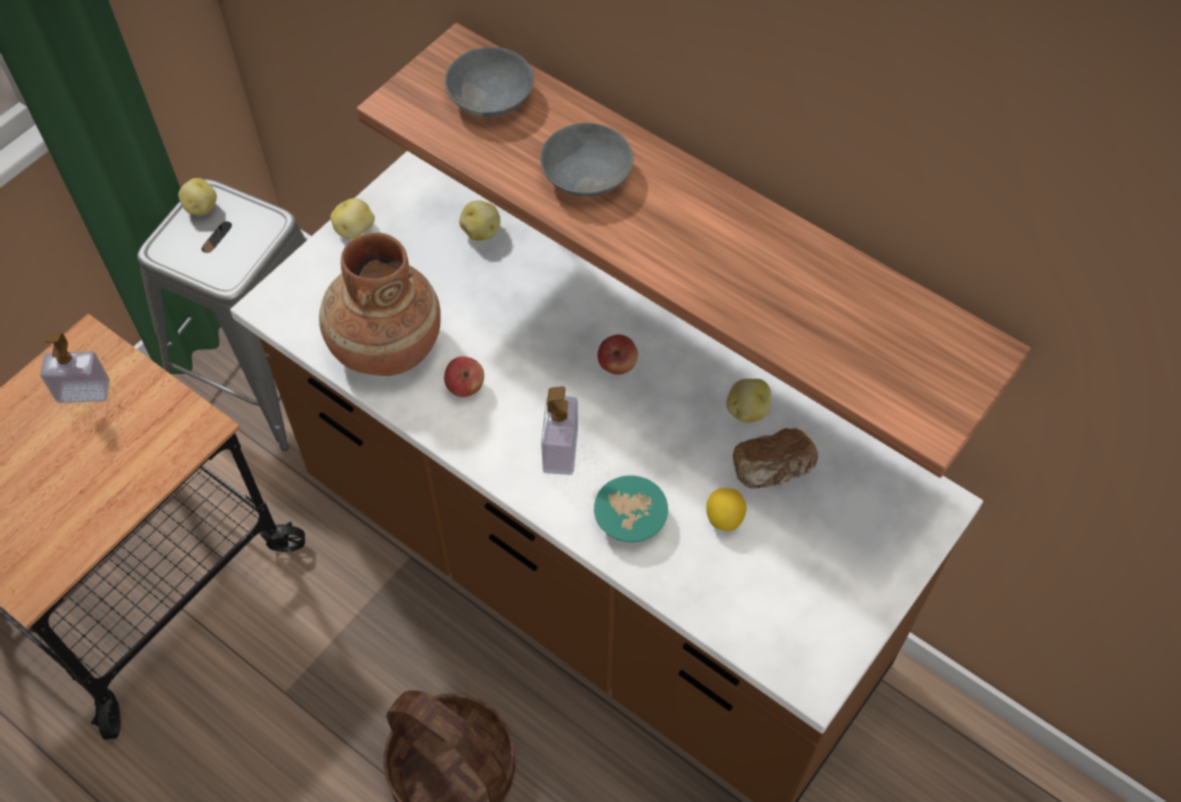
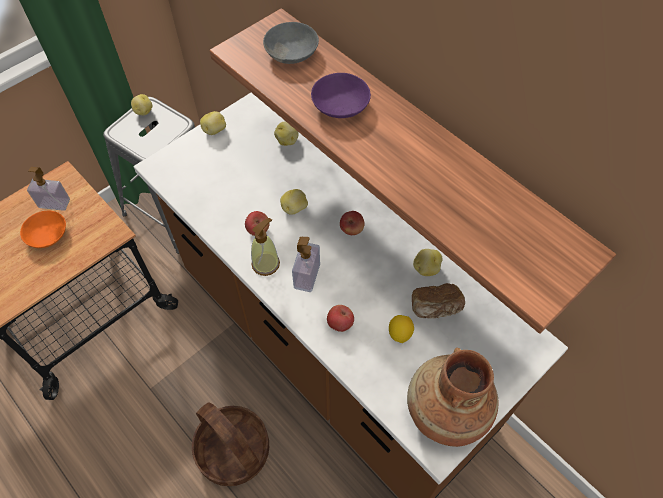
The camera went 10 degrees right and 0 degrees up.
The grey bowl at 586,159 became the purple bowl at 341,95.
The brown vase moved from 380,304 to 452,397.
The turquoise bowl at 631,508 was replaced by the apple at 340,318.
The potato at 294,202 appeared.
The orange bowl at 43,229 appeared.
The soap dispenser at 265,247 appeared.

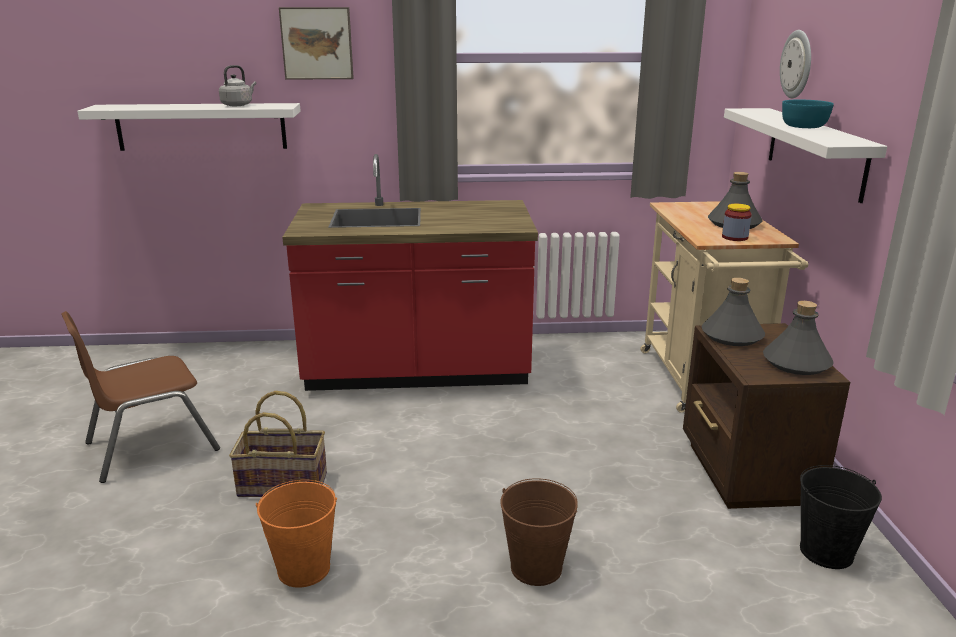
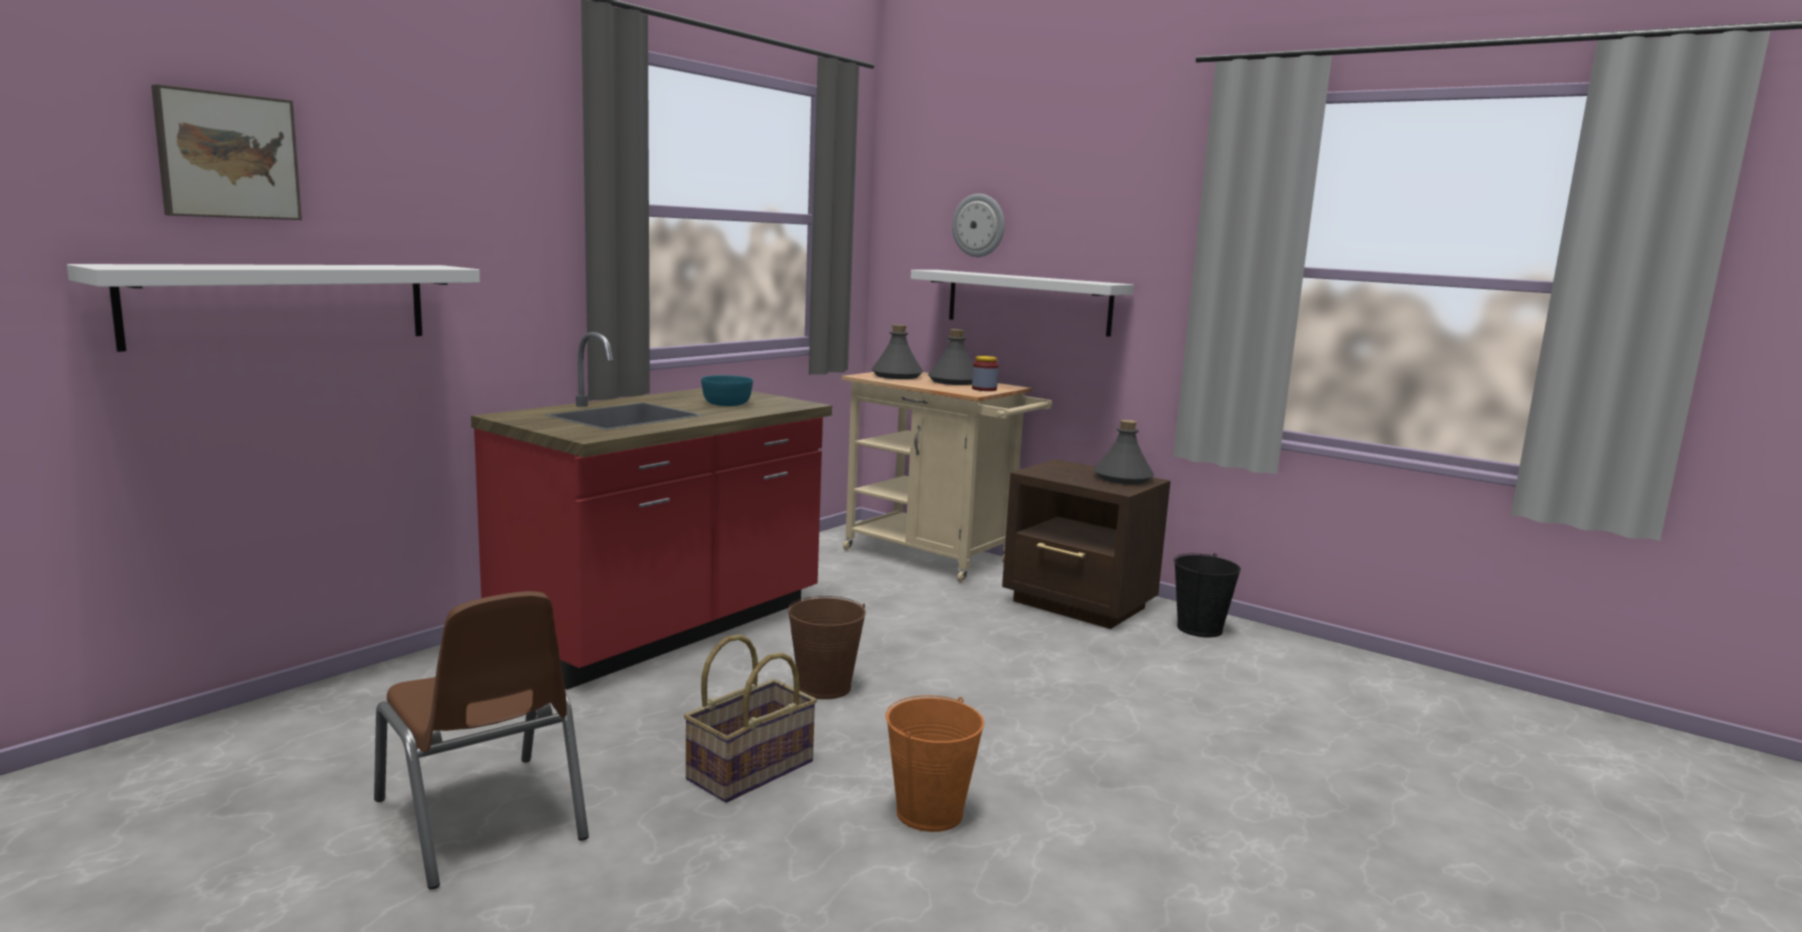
The camera went 50 degrees left and 10 degrees down.
The picture moved from 316,43 to 226,152.
The grey kettle at 237,85 disappeared.
The turquoise bowl moved from 808,114 to 727,390.
The grey bottle moved from 733,312 to 897,351.
The brown chair at 140,397 turned 45 degrees counterclockwise.
The brown bucket moved from 539,532 to 827,647.

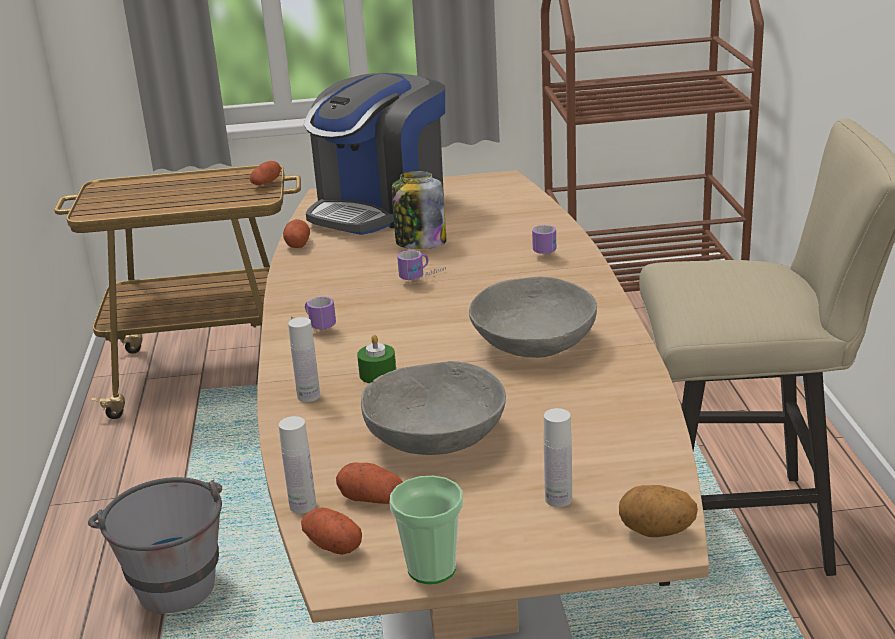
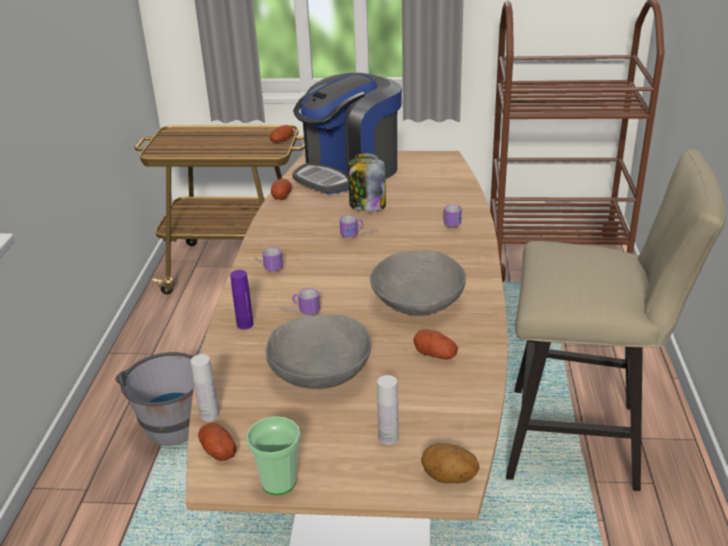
The camera went 10 degrees right and 5 degrees up.
The white bottle at 304,359 became the purple bottle at 241,299.
The green candle at 376,358 was replaced by the mug at 298,301.
The potato moved from 369,483 to 436,344.

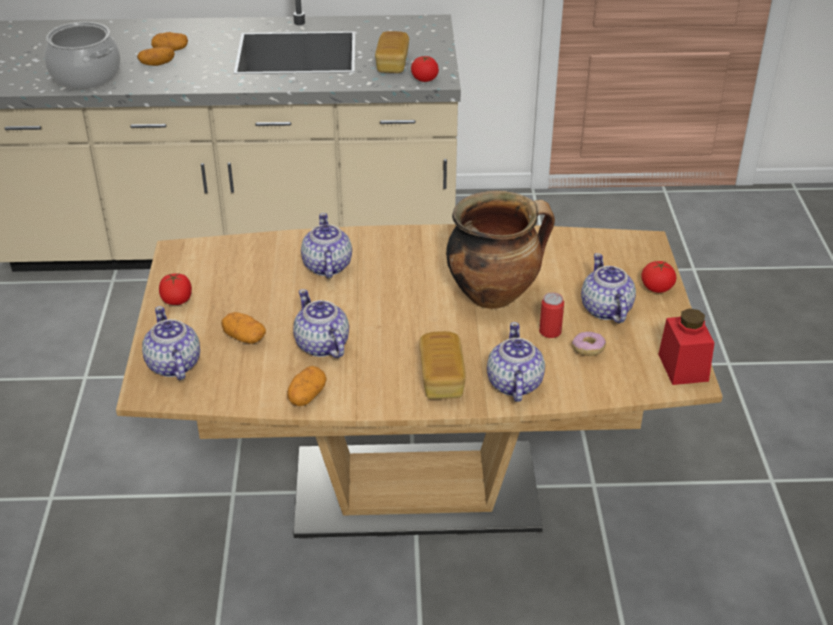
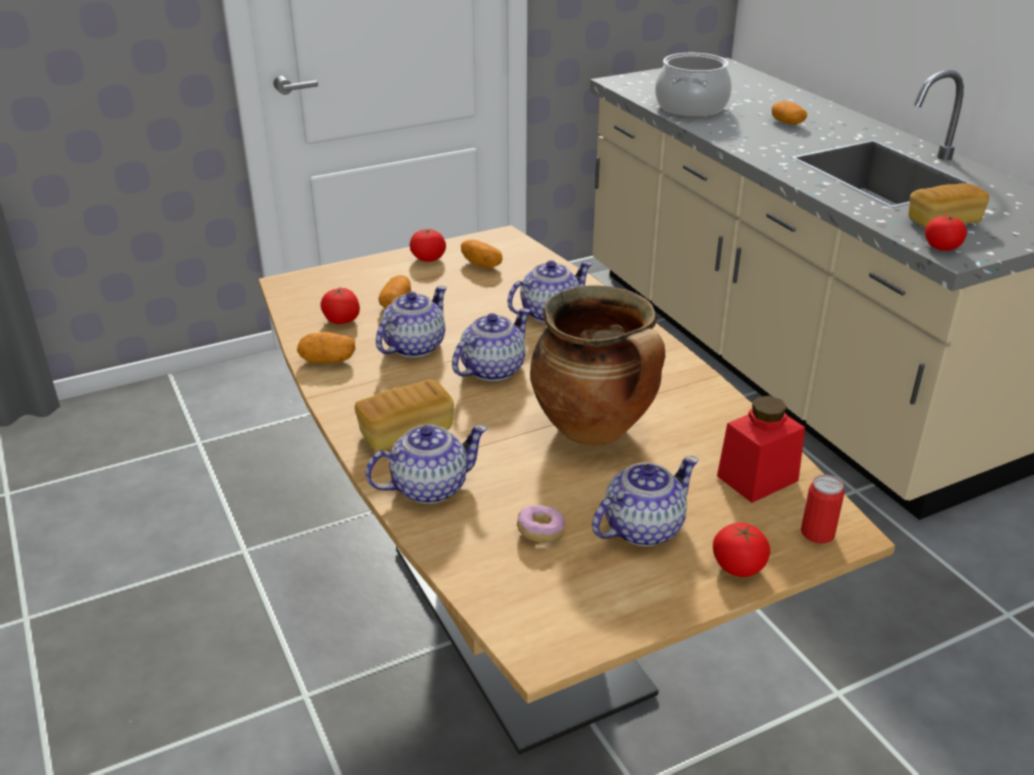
The camera went 65 degrees right and 5 degrees down.
The potato moved from 156,56 to 482,254.
The can moved from 551,315 to 822,509.
The teapot moved from 171,343 to 491,344.
The red jar moved from 686,346 to 761,449.
The tomato at 340,306 appeared.

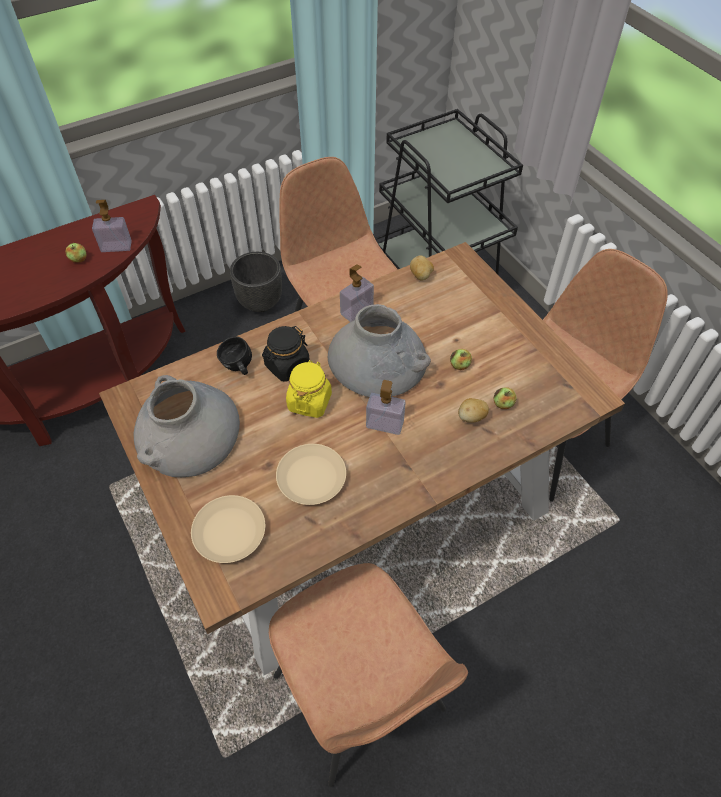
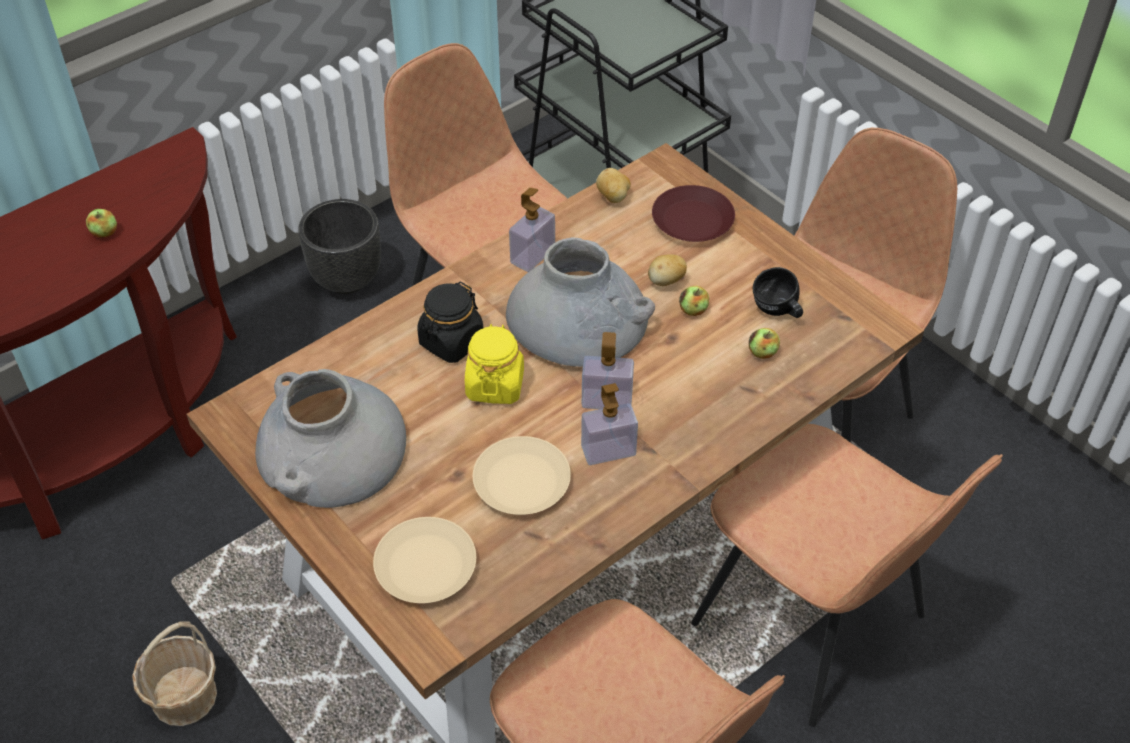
The camera went 10 degrees left and 5 degrees down.
The soap dispenser moved from 112,226 to 609,424.
The black mug moved from 234,355 to 777,292.
The potato moved from 473,410 to 667,270.
The brown plate at 693,213 appeared.
The brown chair at 847,575 appeared.
The basket at 174,674 appeared.

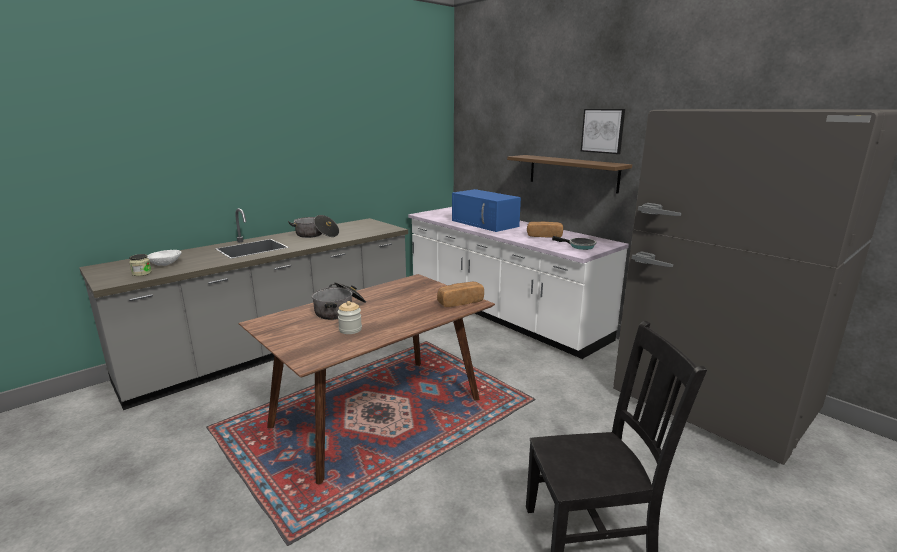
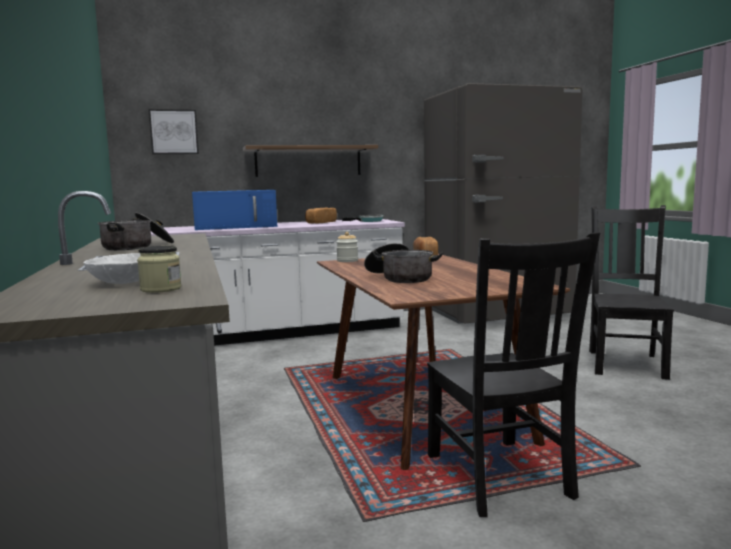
The camera went 65 degrees left and 10 degrees down.
The picture moved from 603,131 to 174,131.
The jar moved from 349,317 to 347,247.
The black chair at 513,374 appeared.

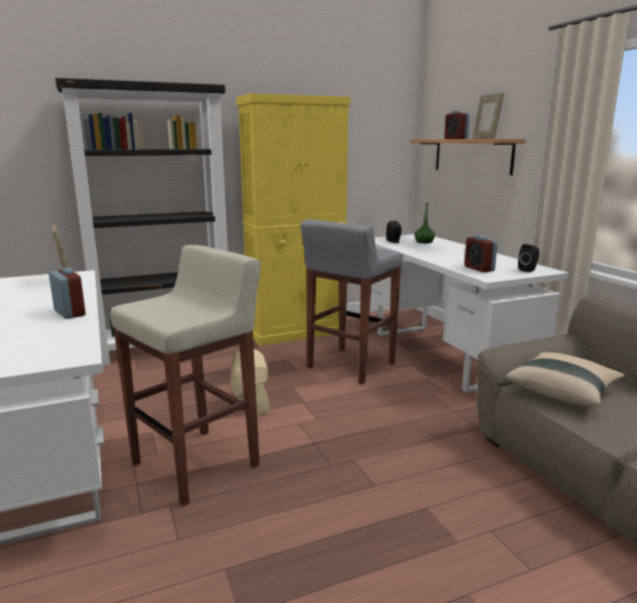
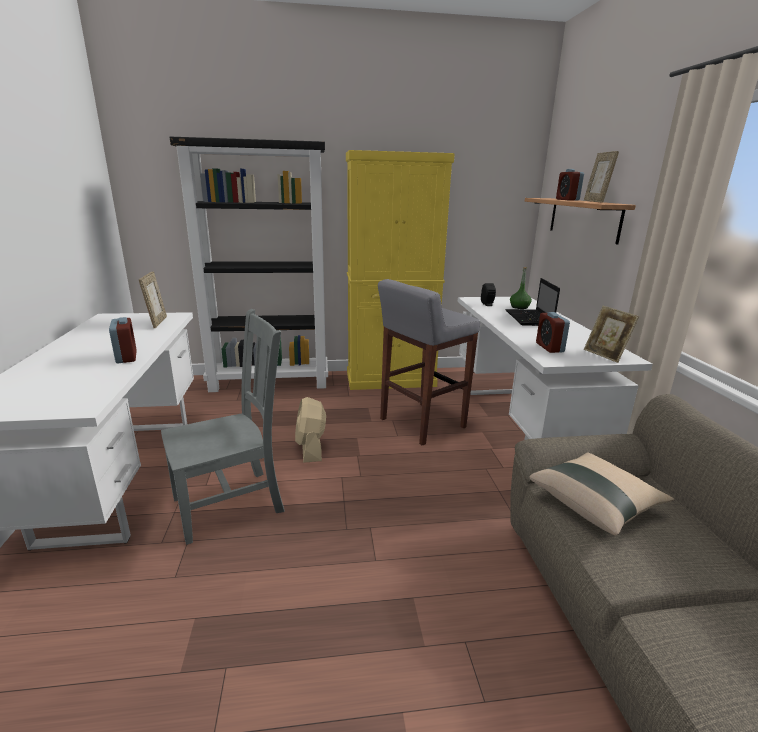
The camera went 15 degrees right and 5 degrees up.
The black speaker at 528,258 was replaced by the picture frame at 611,334.
The beige stool at 185,375 was replaced by the grey chair at 223,427.
The laptop at 533,302 appeared.

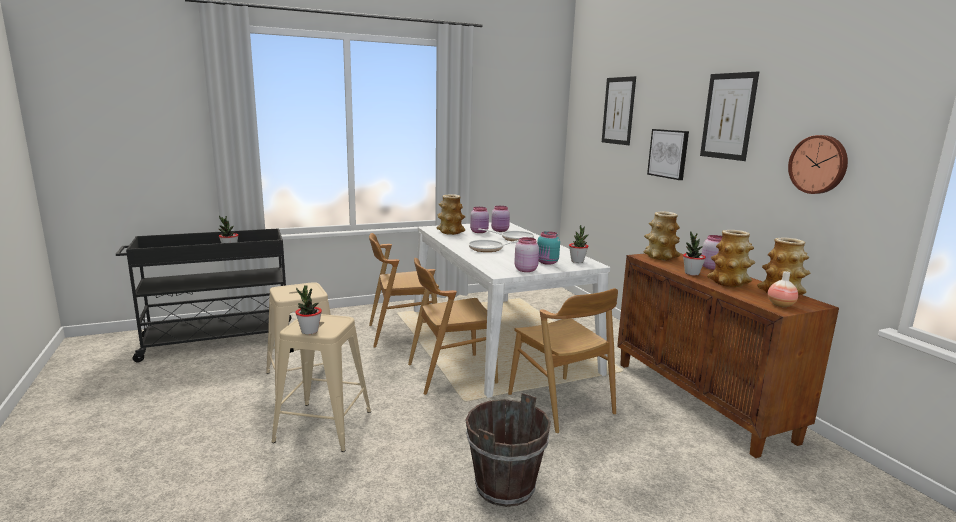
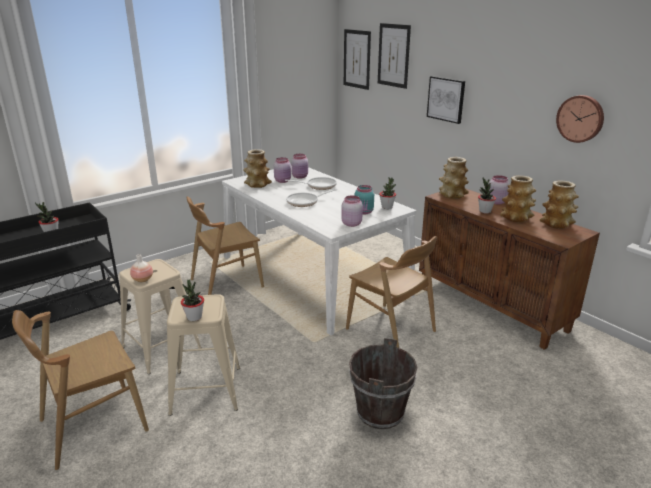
The camera went 15 degrees left and 10 degrees up.
The picture moved from 729,116 to 357,59.
The brown chair moved from 453,326 to 80,390.
The vase moved from 783,289 to 141,268.

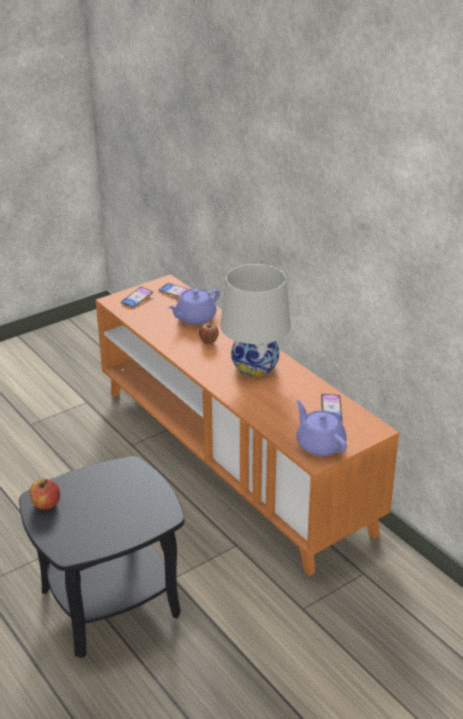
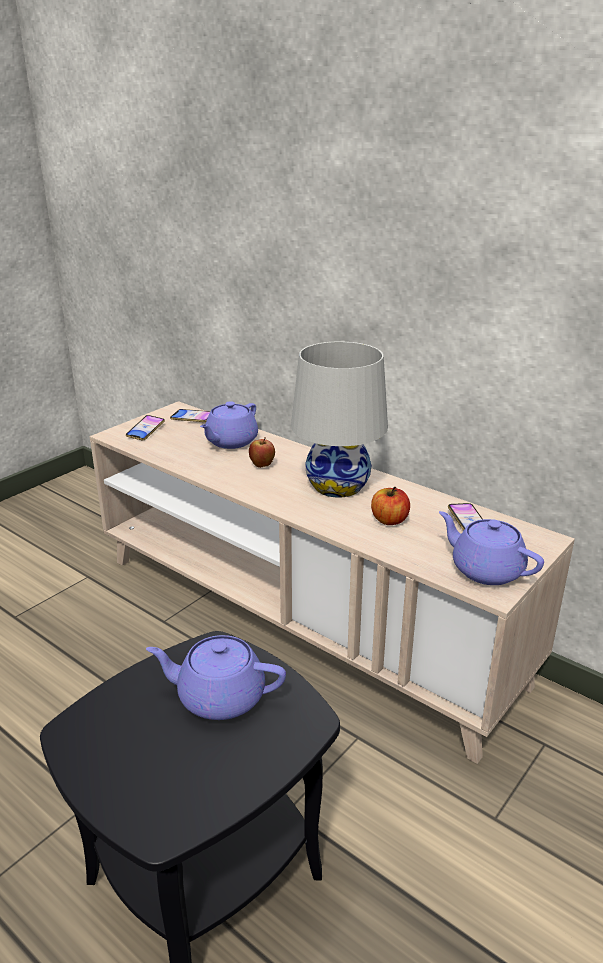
The camera went 15 degrees left and 5 degrees down.
The orange tv stand at 247,425 became the beige tv stand at 332,582.
The apple moved from 45,494 to 390,506.
The purple teapot at 216,677 appeared.

